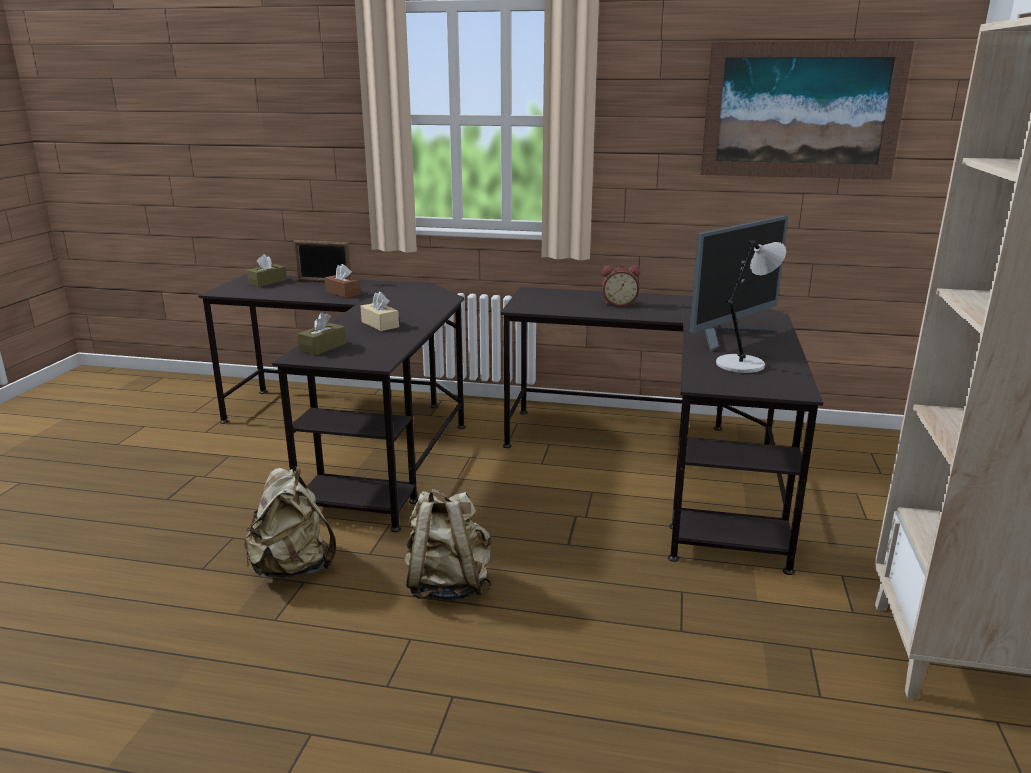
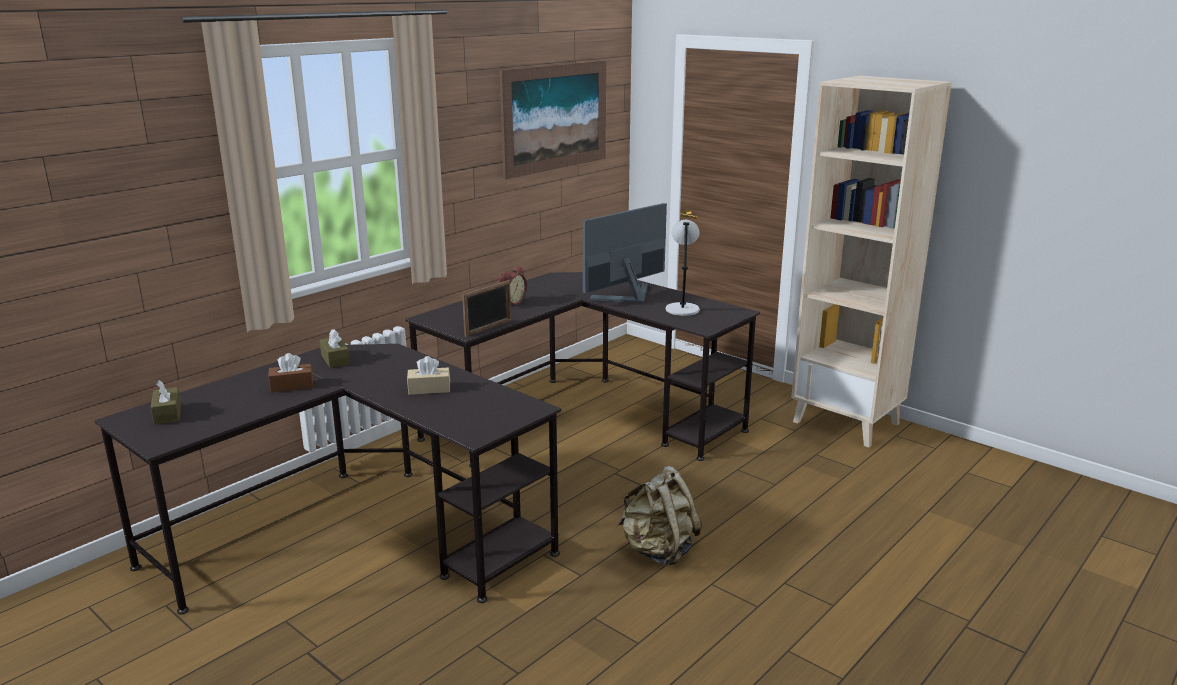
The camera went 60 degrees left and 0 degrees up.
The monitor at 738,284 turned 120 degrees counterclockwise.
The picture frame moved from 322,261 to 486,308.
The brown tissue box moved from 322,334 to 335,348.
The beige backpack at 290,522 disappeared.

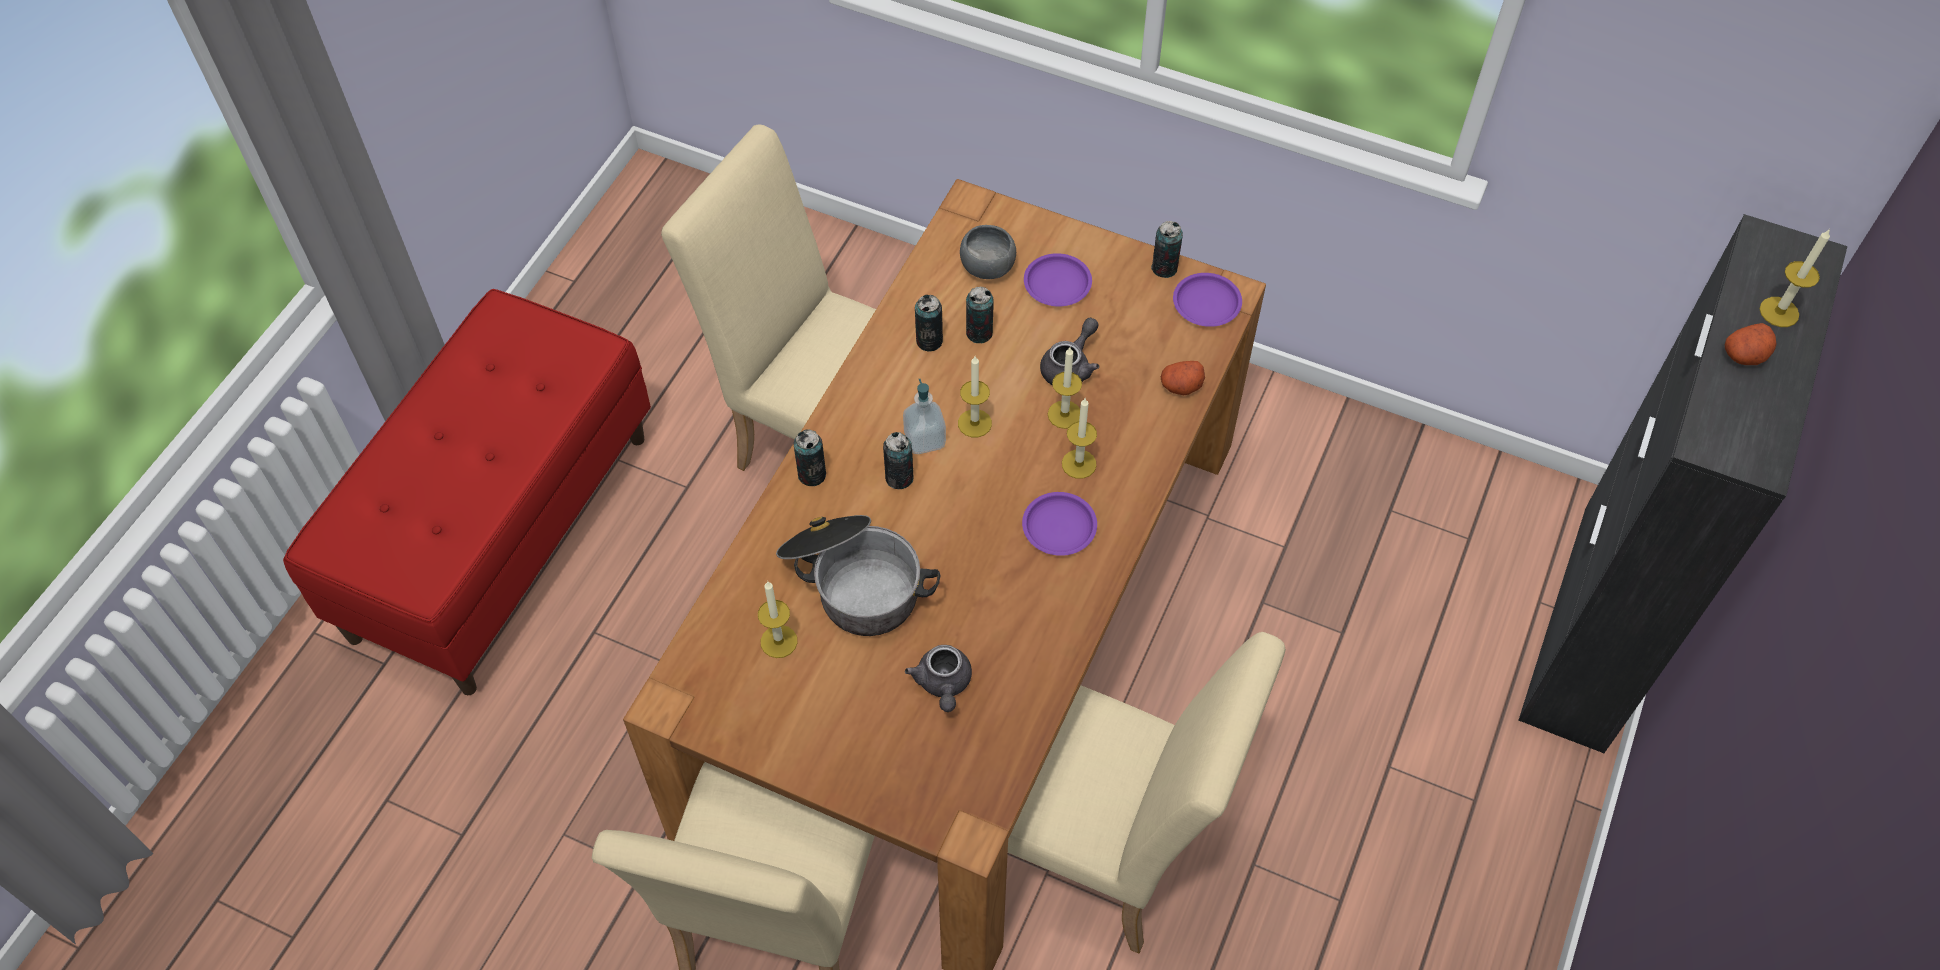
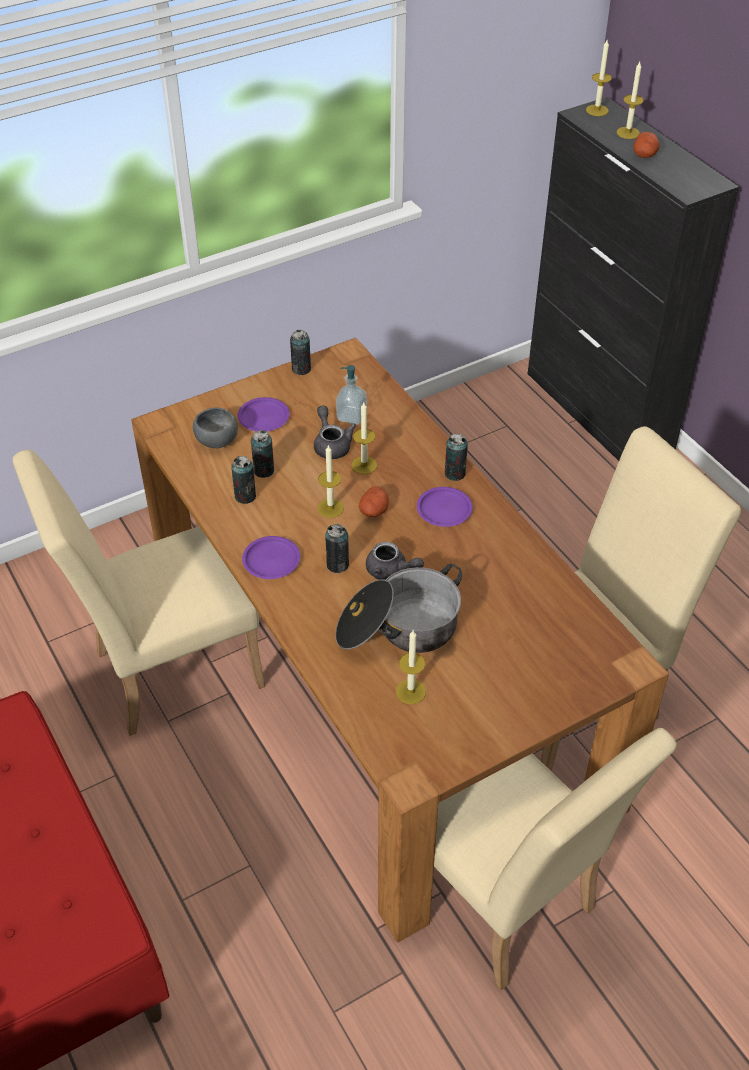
The camera went 55 degrees left and 10 degrees down.
The purple plate moved from 1207,300 to 271,557.
The potato moved from 1183,378 to 374,501.
The soap dispenser moved from 924,416 to 351,395.
The candle moved from 1079,438 to 599,78.
The can moved from 810,458 to 456,457.
The grey teapot moved from 938,678 to 395,561.

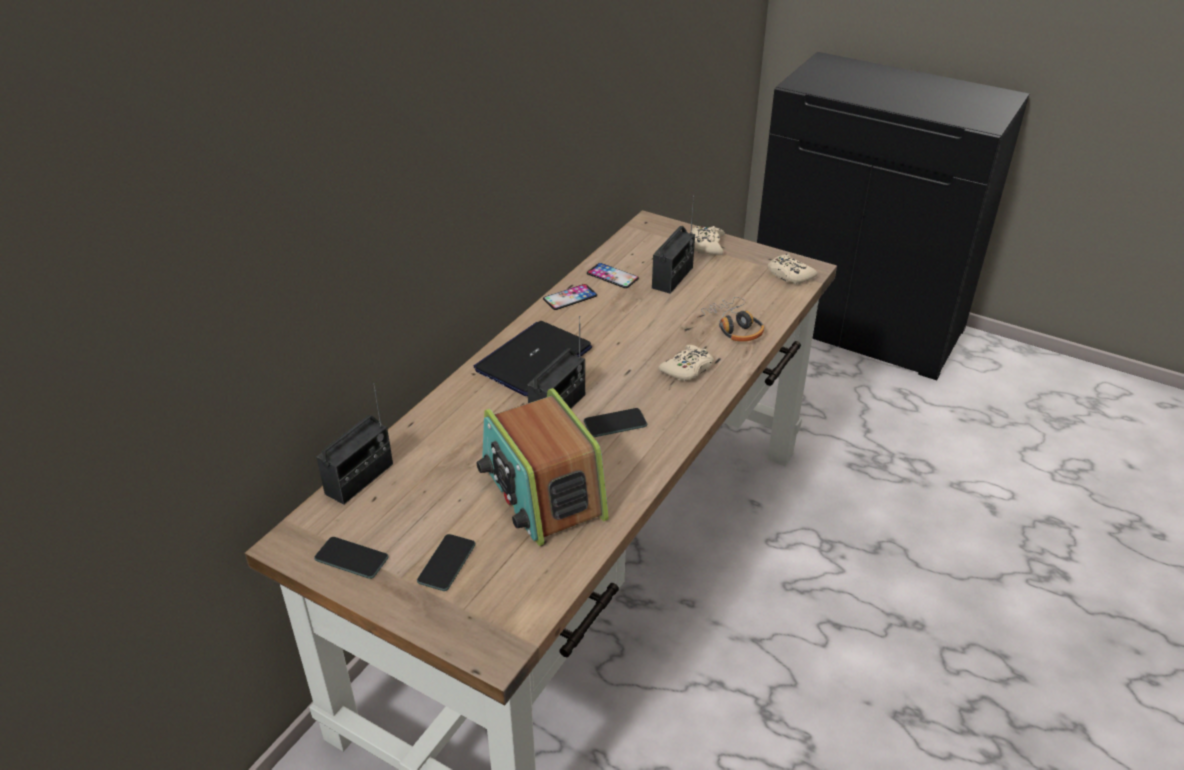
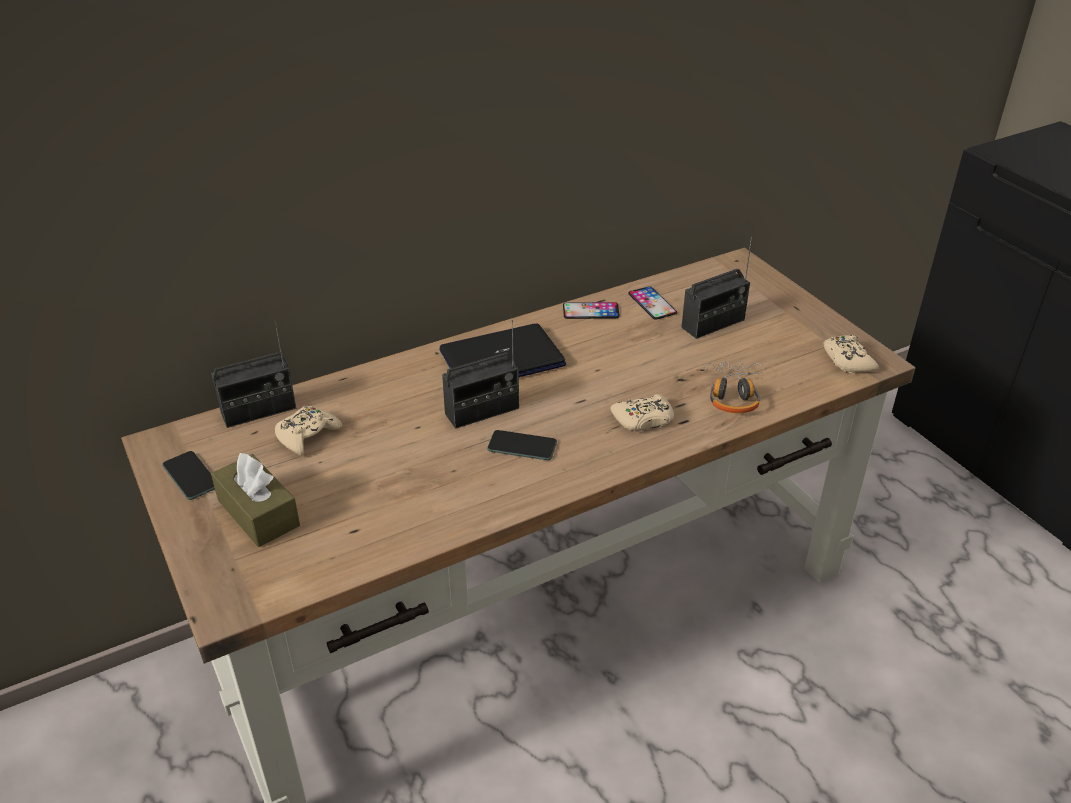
The camera went 30 degrees right and 0 degrees up.
The beige game controller moved from 708,240 to 308,430.
The radio at 542,467 disappeared.
The phone at 446,562 was replaced by the brown tissue box at 255,500.

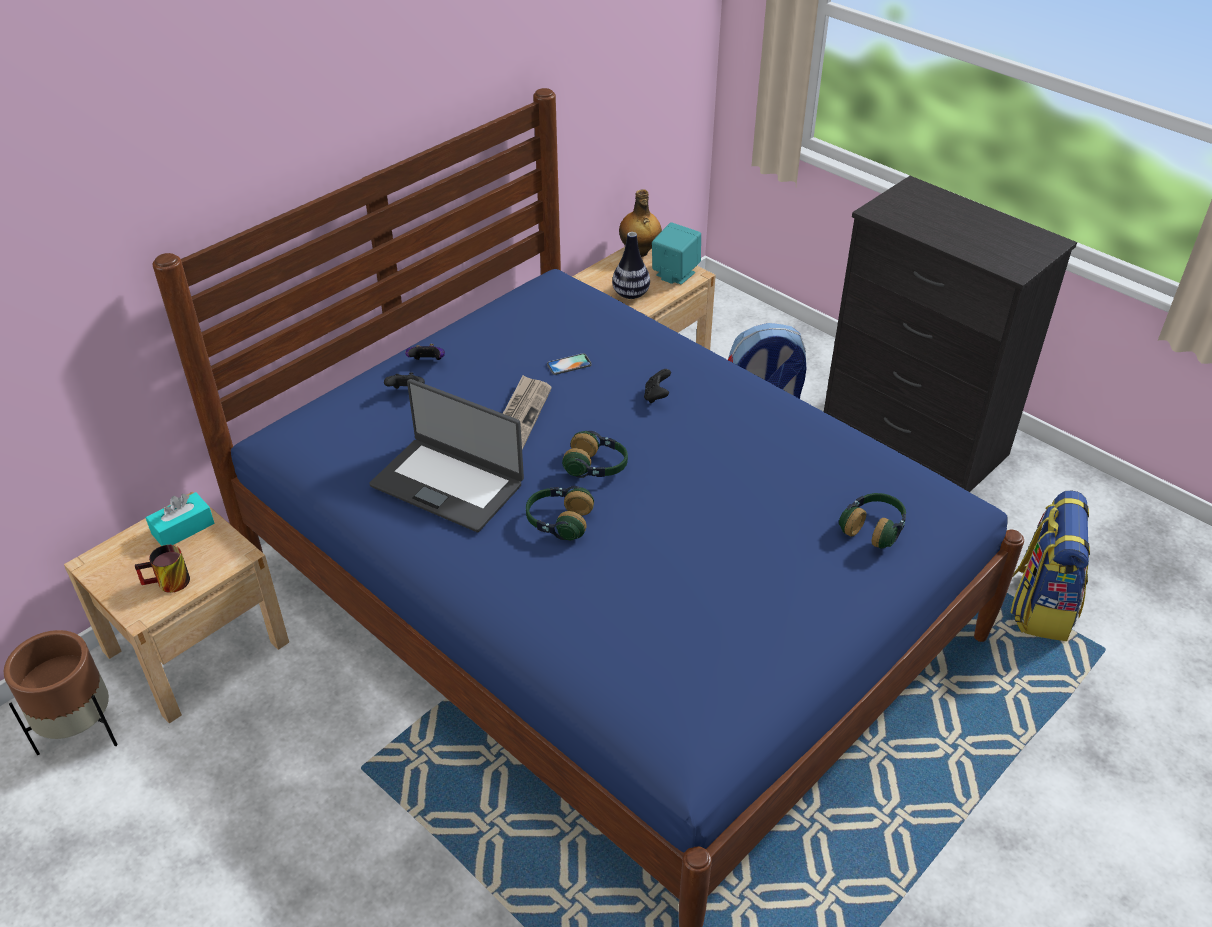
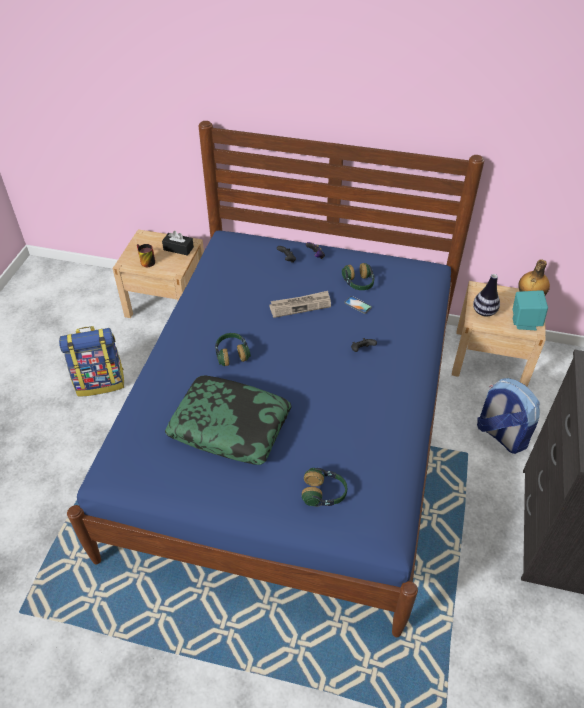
The camera went 60 degrees right and 5 degrees up.
The laptop at 446,455 disappeared.
The headphones moved from 595,454 to 358,276.
The backpack moved from 1050,566 to 91,361.
The turquoise tissue box at 180,519 became the black tissue box at 178,243.
The brown planter at 61,692 disappeared.
The pillow at 228,420 appeared.

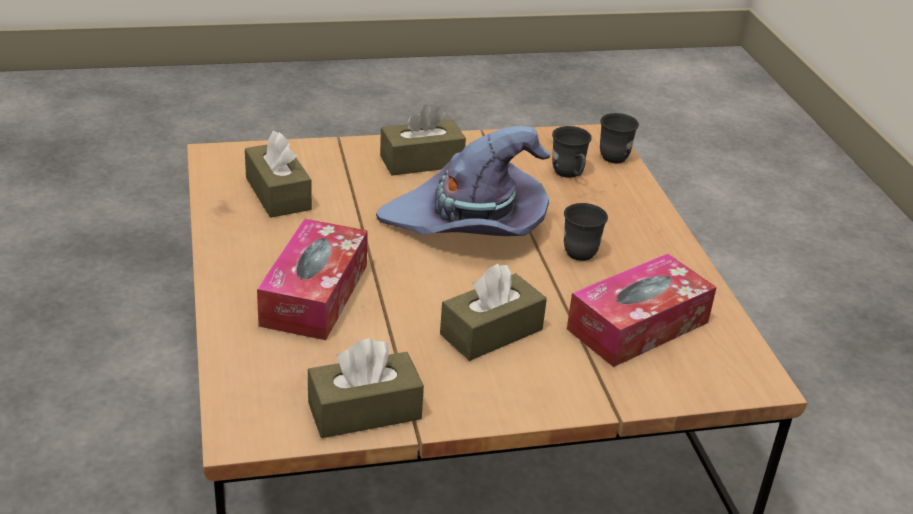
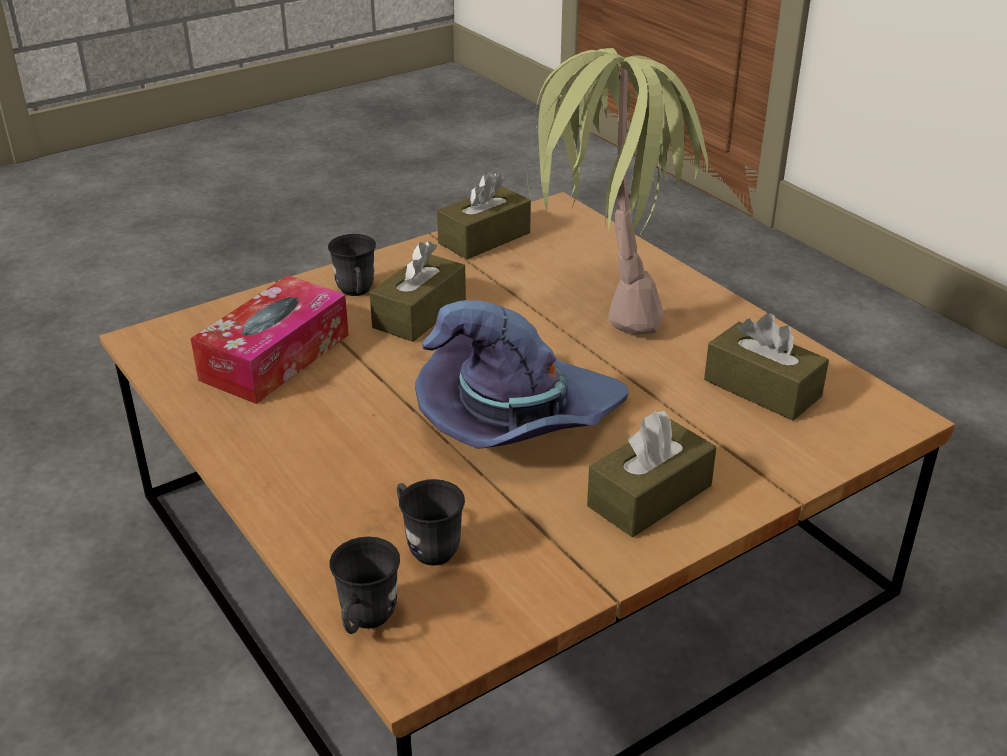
The camera went 160 degrees right and 0 degrees up.
The grey mug moved from 586,232 to 352,265.
The tissue box at 312,279 was replaced by the potted plant at 617,191.

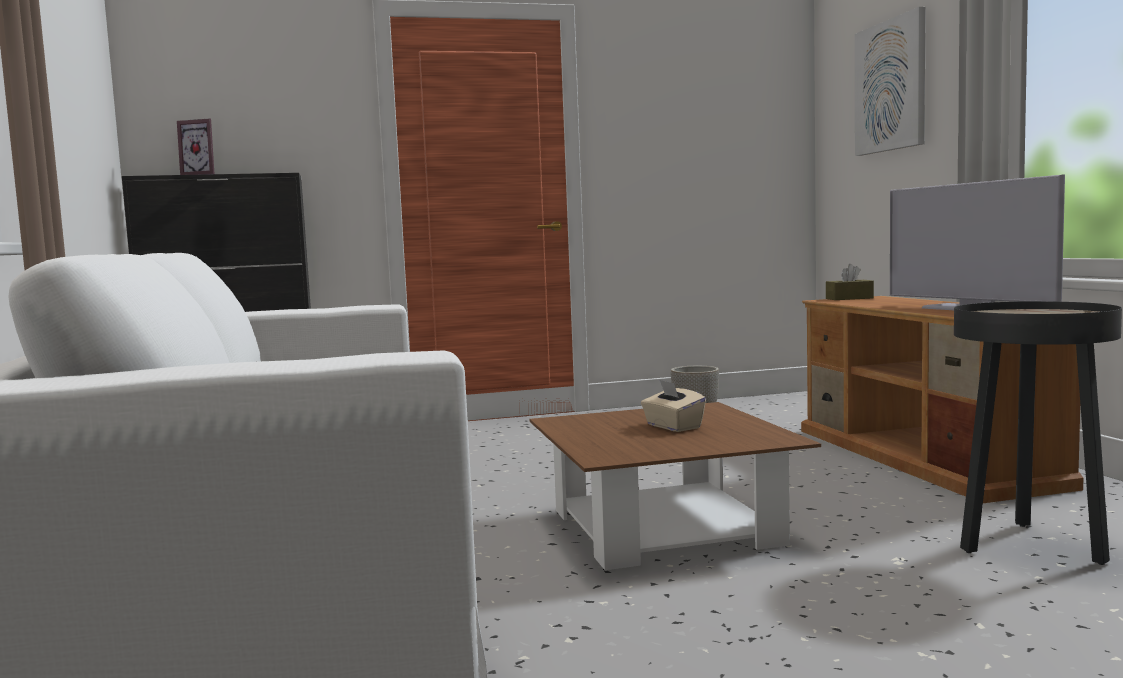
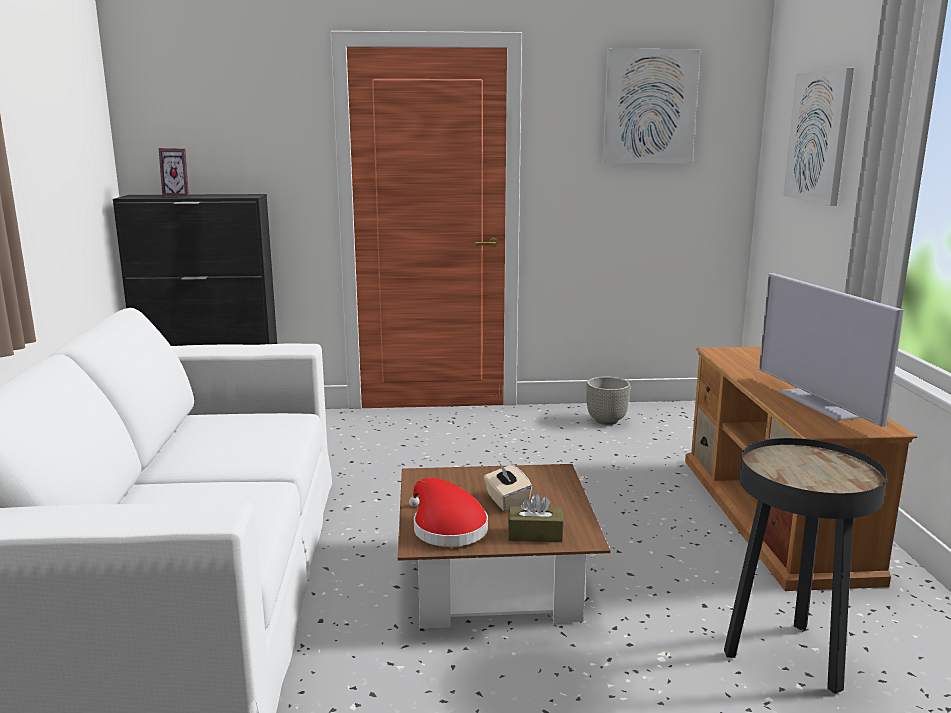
The camera went 10 degrees right and 10 degrees up.
The brown tissue box moved from 850,282 to 536,517.
The picture at 651,106 appeared.
The red hat at 448,512 appeared.

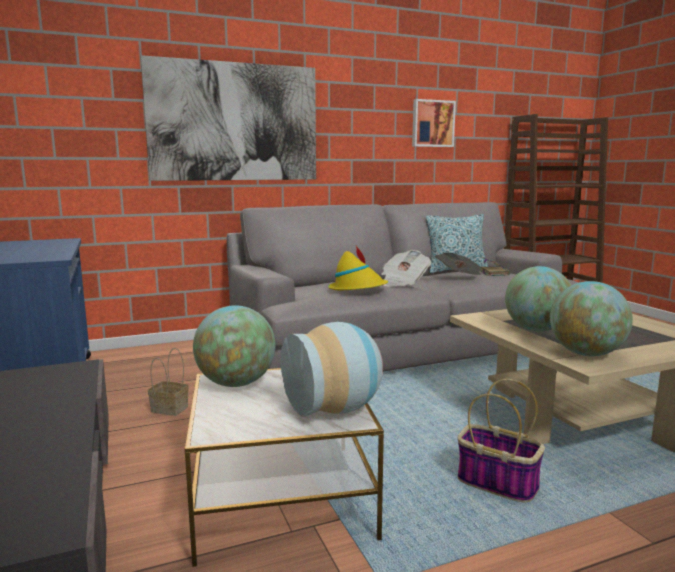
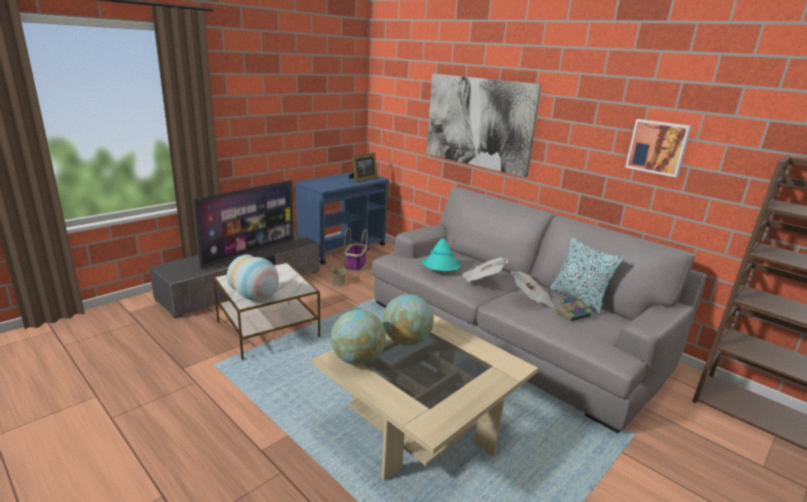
The camera went 65 degrees right and 10 degrees up.
The yellow hat at 358,268 became the turquoise hat at 441,254.
The globe at 234,346 disappeared.
The basket moved from 501,440 to 355,249.
The picture frame at 363,167 appeared.
The television at 243,224 appeared.

